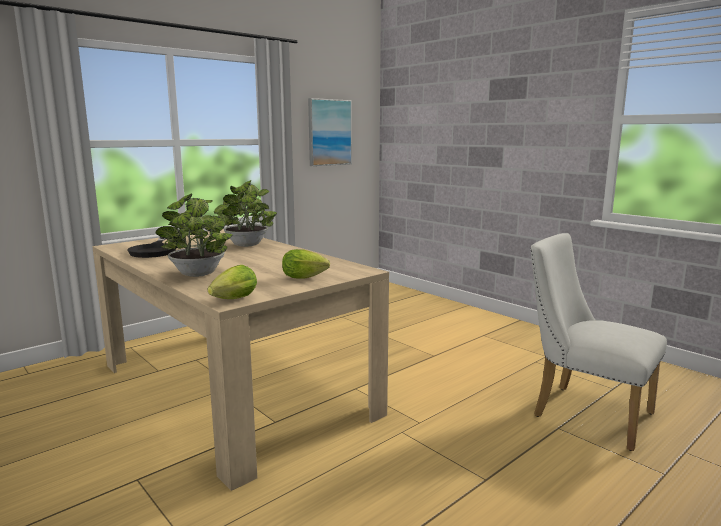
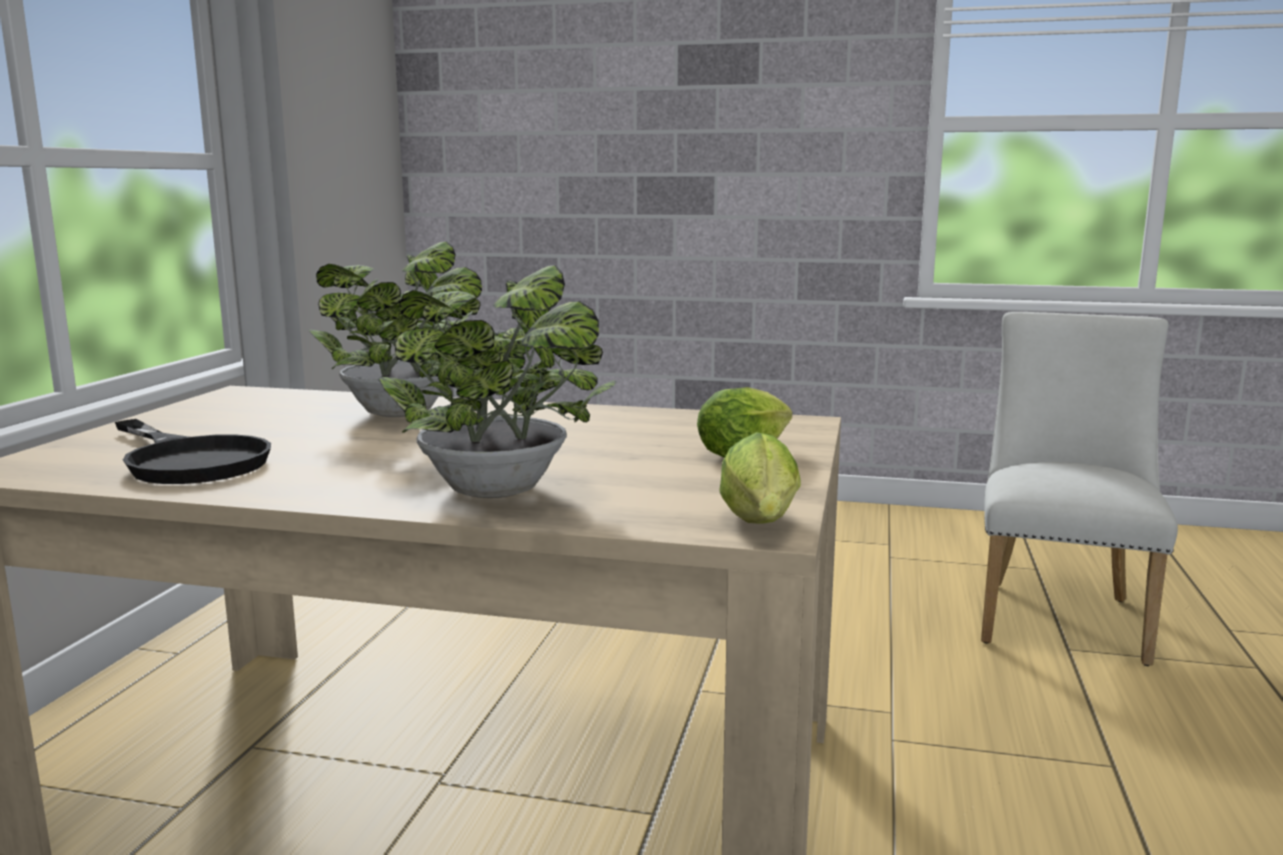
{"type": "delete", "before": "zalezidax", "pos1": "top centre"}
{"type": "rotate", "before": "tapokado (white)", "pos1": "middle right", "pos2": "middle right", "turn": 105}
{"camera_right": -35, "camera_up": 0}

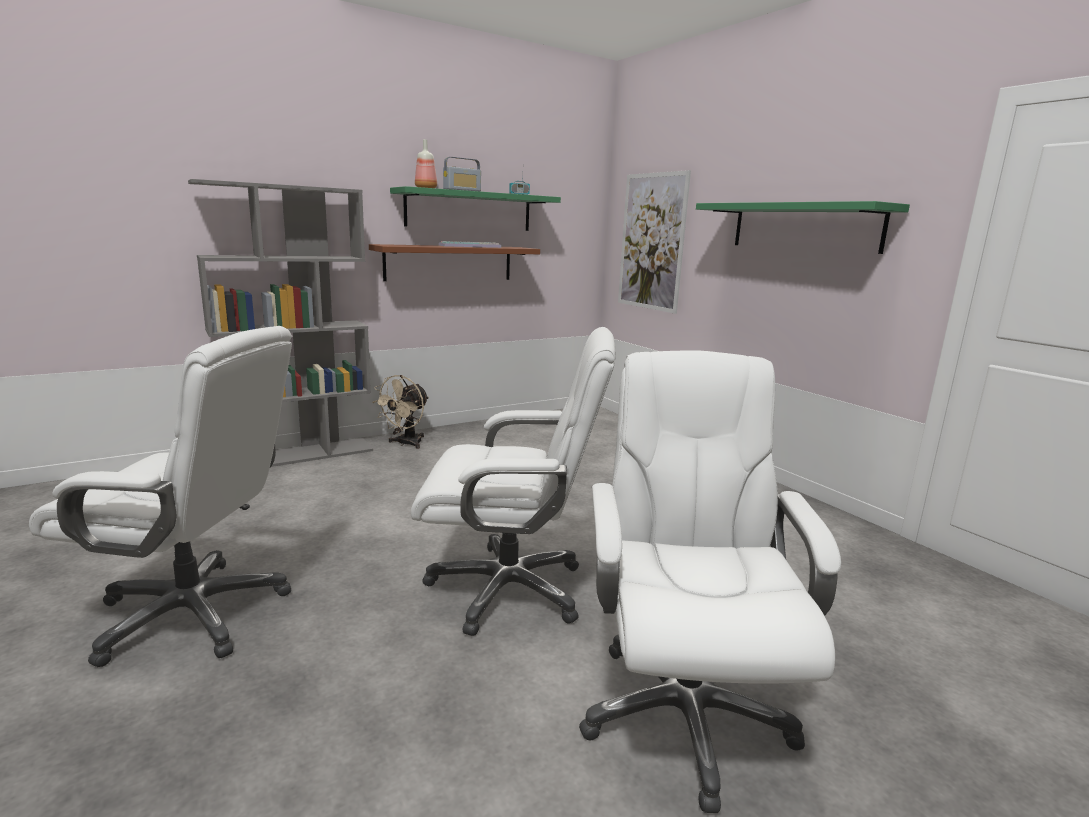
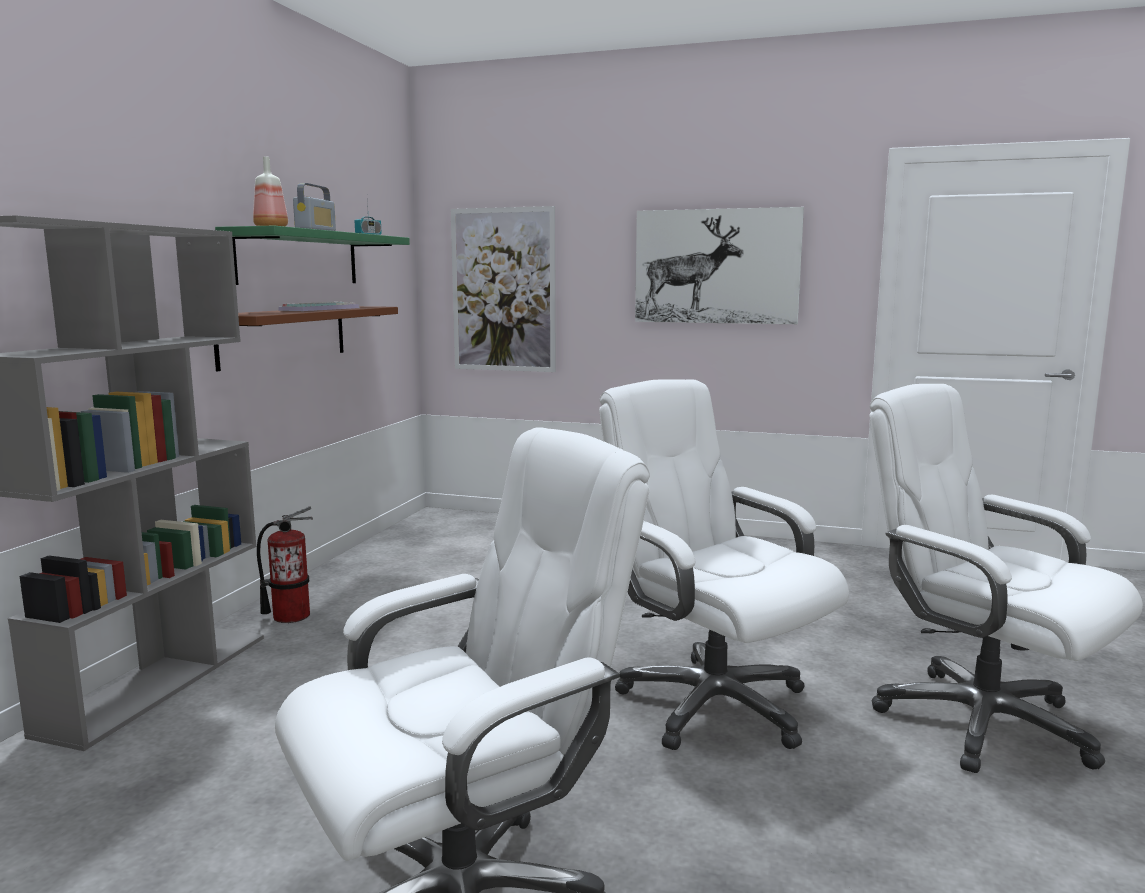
{"type": "replace", "before": "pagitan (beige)", "after": "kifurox", "pos1": "centre", "pos2": "middle left"}
{"type": "replace", "before": "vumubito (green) (2nd from left)", "after": "zalezidax (2nd from left)", "pos1": "top right", "pos2": "top centre"}
{"type": "rotate", "before": "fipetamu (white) (2nd from left)", "pos1": "centre", "pos2": "centre", "turn": -90}
{"camera_right": -40, "camera_up": -5}

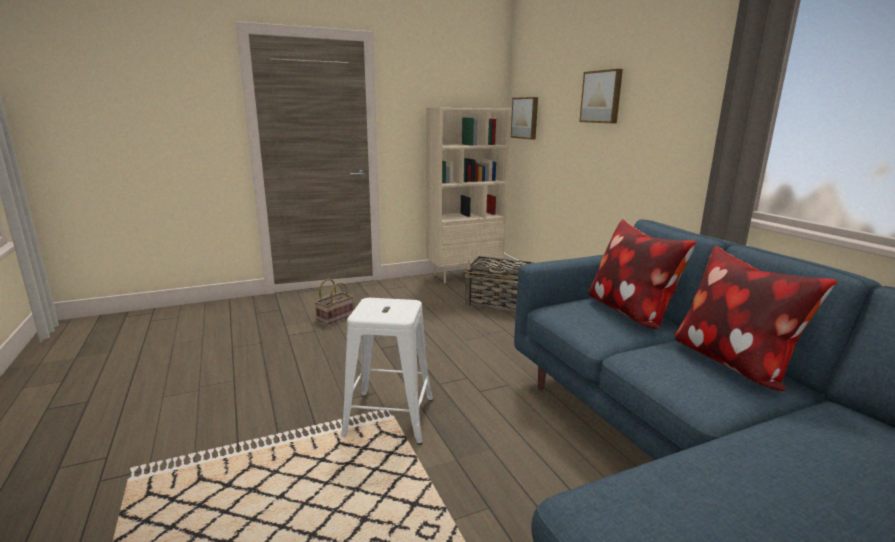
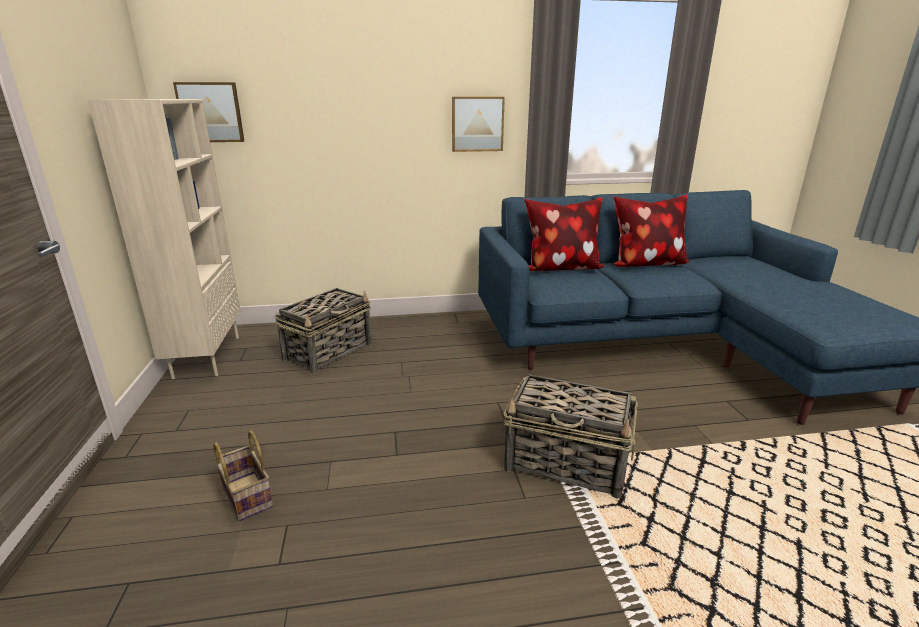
{"type": "move", "before": "zalezidax (2nd from left)", "pos1": "top right", "pos2": "top centre"}
{"type": "replace", "before": "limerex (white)", "after": "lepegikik (3rd from left)", "pos1": "bottom centre", "pos2": "bottom centre"}
{"camera_right": -75, "camera_up": 5}

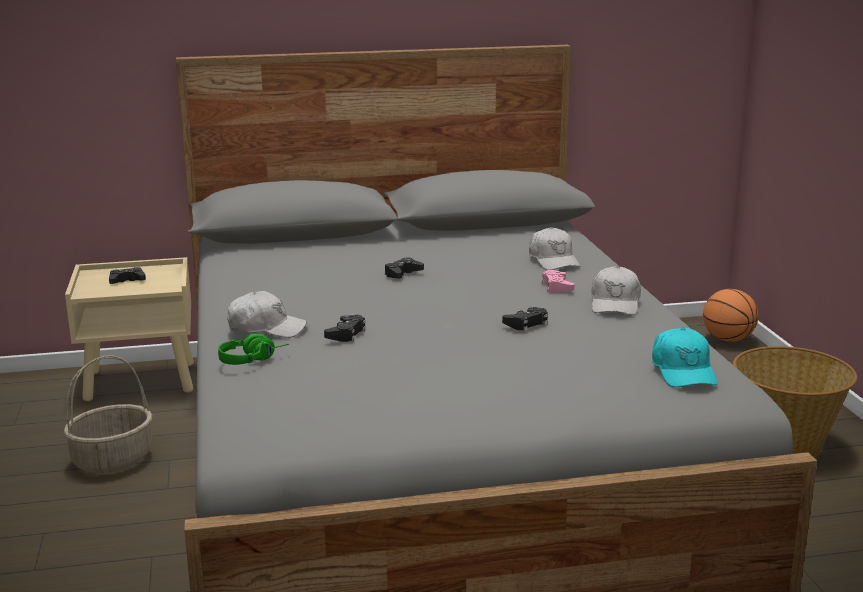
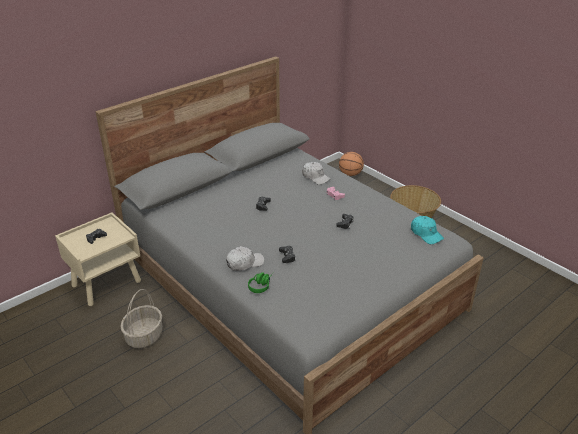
{"type": "delete", "before": "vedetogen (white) (3rd from left)", "pos1": "middle right"}
{"camera_right": -30, "camera_up": 15}

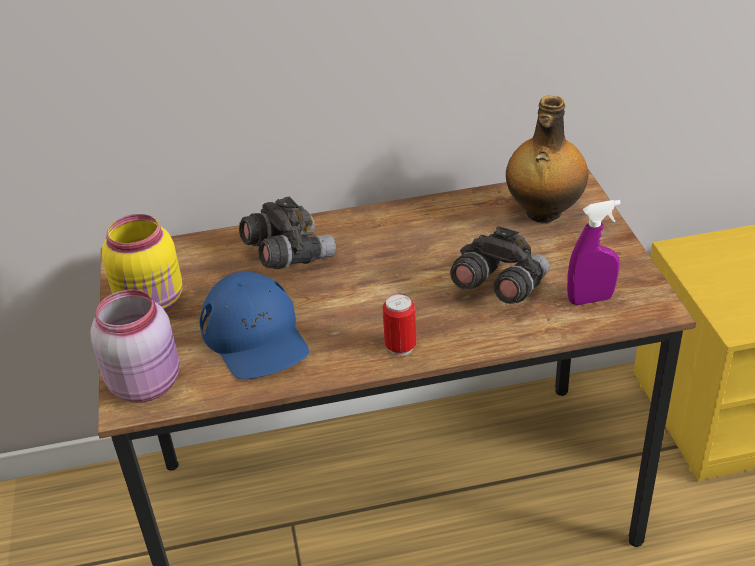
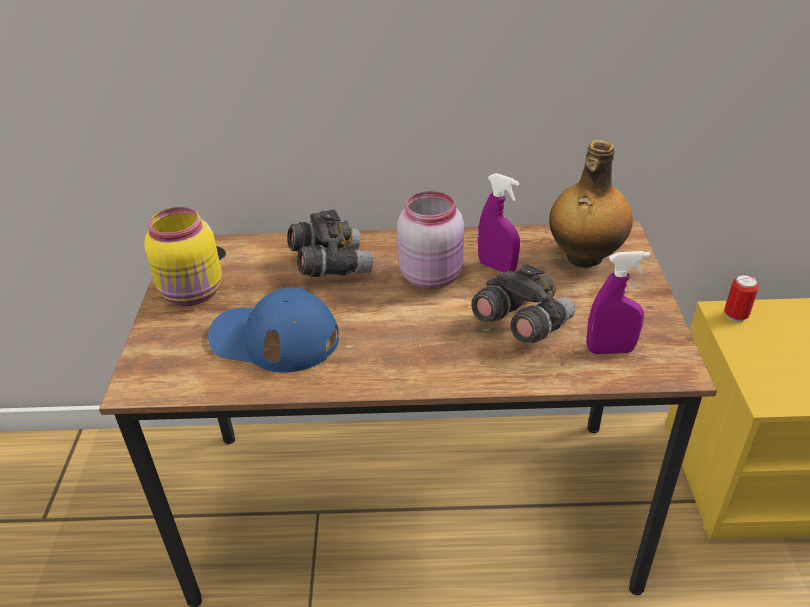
{"type": "insert", "after": "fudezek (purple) (1st from left)", "pos2": "centre"}
{"type": "move", "before": "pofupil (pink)", "pos1": "middle left", "pos2": "centre"}
{"type": "move", "before": "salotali", "pos1": "centre", "pos2": "middle right"}
{"type": "rotate", "before": "vedetogen (blue)", "pos1": "centre", "pos2": "centre", "turn": 120}
{"camera_right": 10, "camera_up": 0}

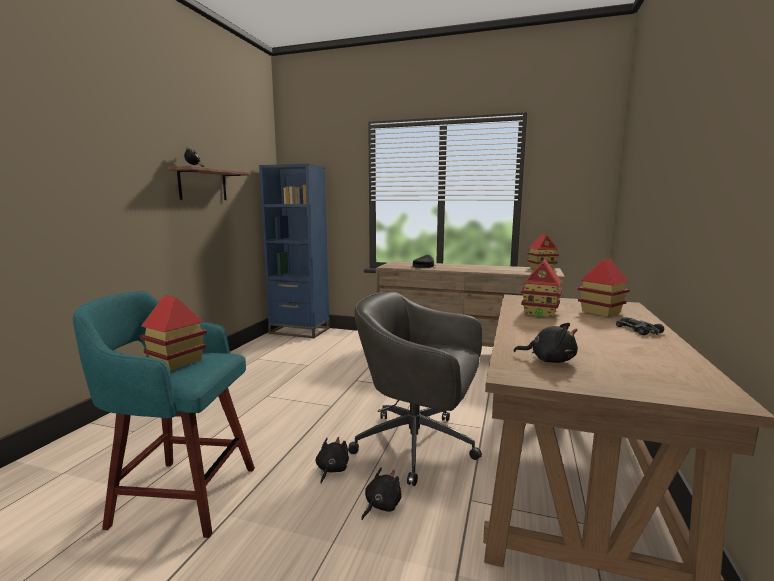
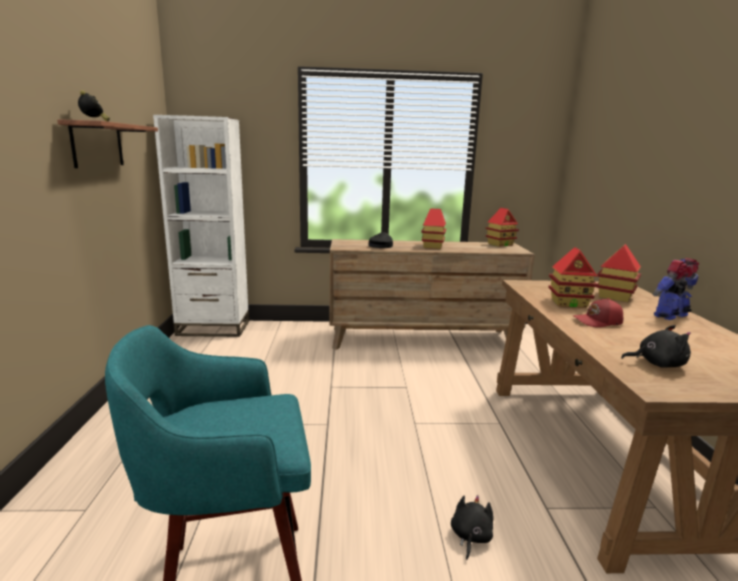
{"type": "delete", "before": "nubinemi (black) (1st from left)", "pos1": "bottom centre"}
{"type": "delete", "before": "fipetamu (grey)", "pos1": "bottom centre"}
{"type": "insert", "after": "vedetogen (red)", "pos2": "middle right"}
{"type": "move", "before": "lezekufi (1st from left)", "pos1": "middle left", "pos2": "centre"}
{"type": "replace", "before": "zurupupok", "after": "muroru", "pos1": "middle right", "pos2": "middle right"}
{"type": "recolor", "before": "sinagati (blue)", "after": "sinagati (white)", "pos1": "centre", "pos2": "middle left"}
{"camera_right": -20, "camera_up": 5}

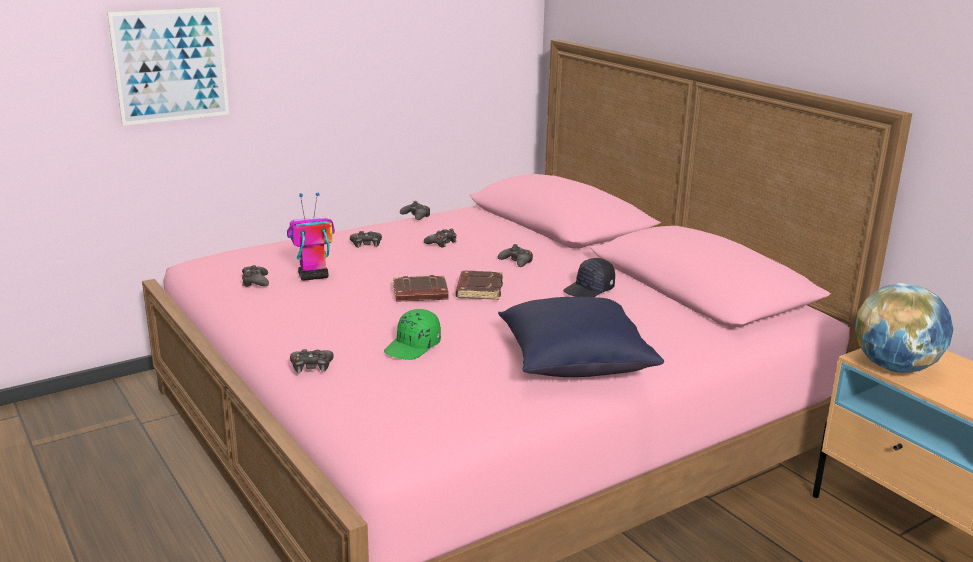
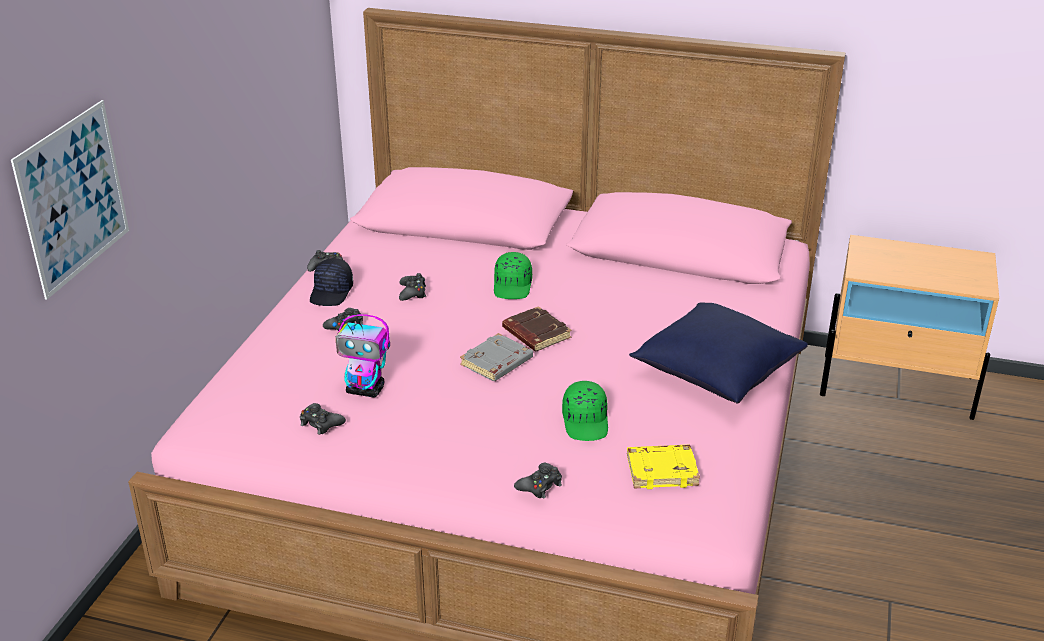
{"type": "delete", "before": "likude", "pos1": "middle right"}
{"type": "insert", "after": "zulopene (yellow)", "pos2": "bottom centre"}
{"type": "move", "before": "vedetogen (black)", "pos1": "centre", "pos2": "middle left"}
{"type": "replace", "before": "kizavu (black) (6th from left)", "after": "vedetogen (green) (1st from left)", "pos1": "centre", "pos2": "centre"}
{"type": "recolor", "before": "zulopene (brown) (1st from left)", "after": "zulopene (grey)", "pos1": "centre", "pos2": "centre"}
{"type": "rotate", "before": "muroru", "pos1": "middle left", "pos2": "centre", "turn": -105}
{"camera_right": -40, "camera_up": 10}

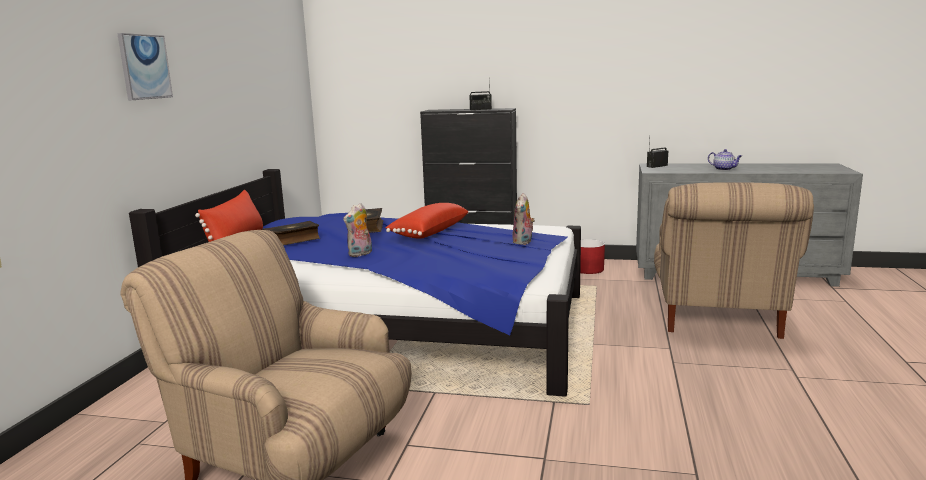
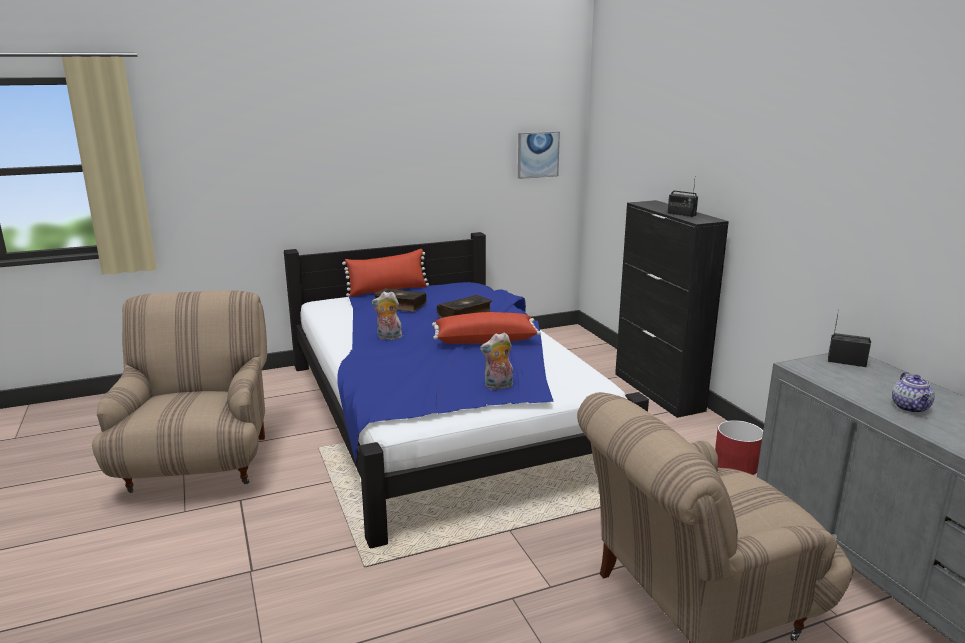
{"type": "move", "before": "zalezidax", "pos1": "top left", "pos2": "top centre"}
{"camera_right": 55, "camera_up": 5}

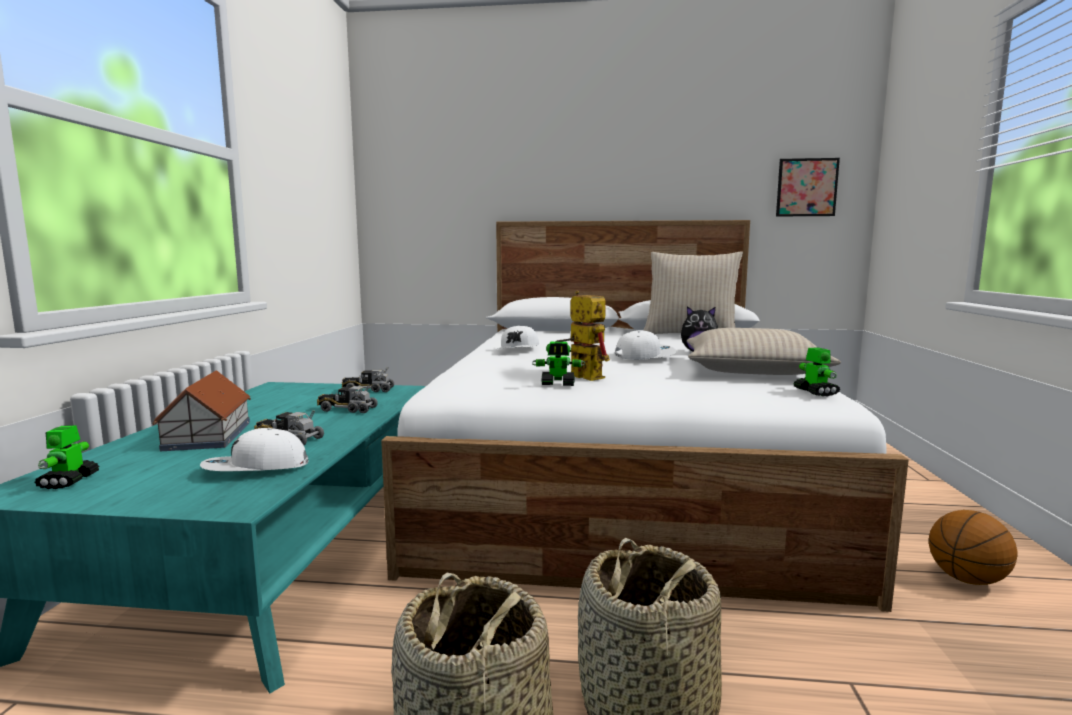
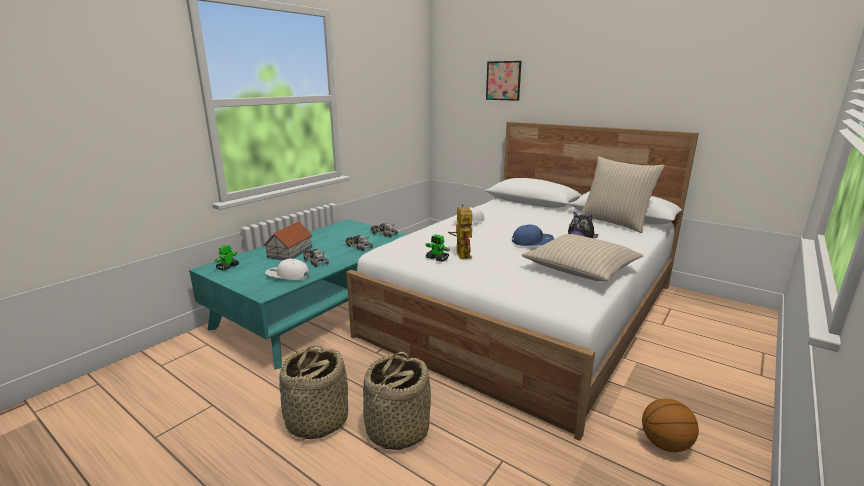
{"type": "delete", "before": "muroru (4th from left)", "pos1": "middle right"}
{"type": "move", "before": "zalezidax", "pos1": "top right", "pos2": "top centre"}
{"type": "recolor", "before": "vedetogen (white) (3rd from left)", "after": "vedetogen (blue)", "pos1": "centre", "pos2": "centre"}
{"camera_right": 30, "camera_up": 10}

